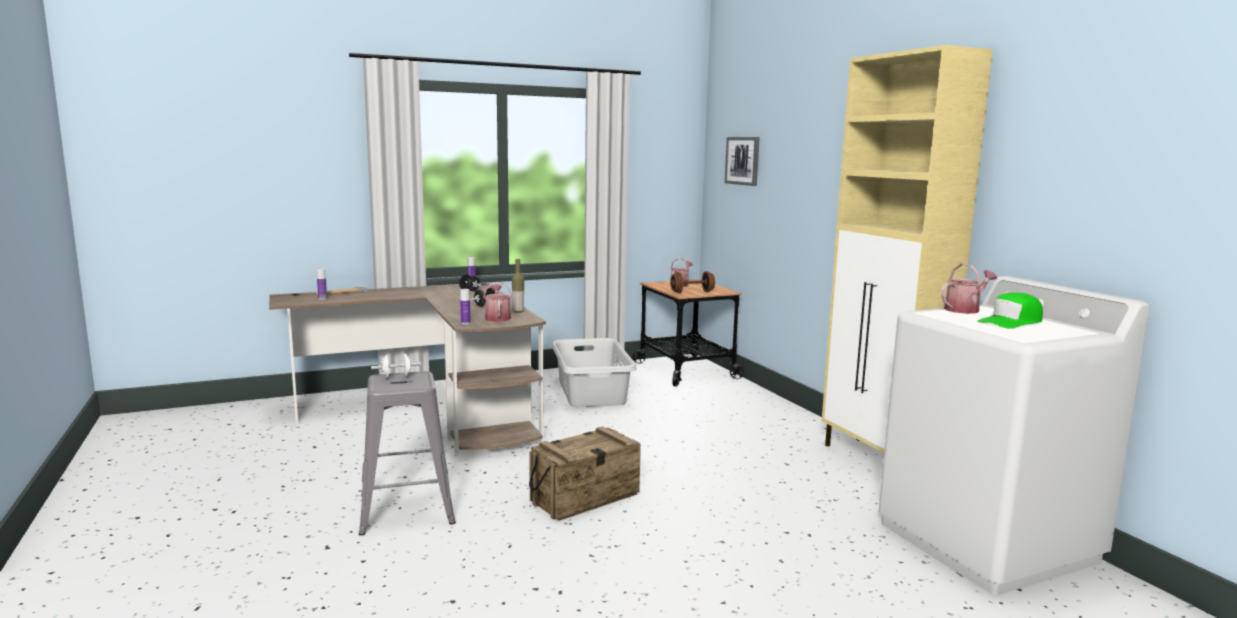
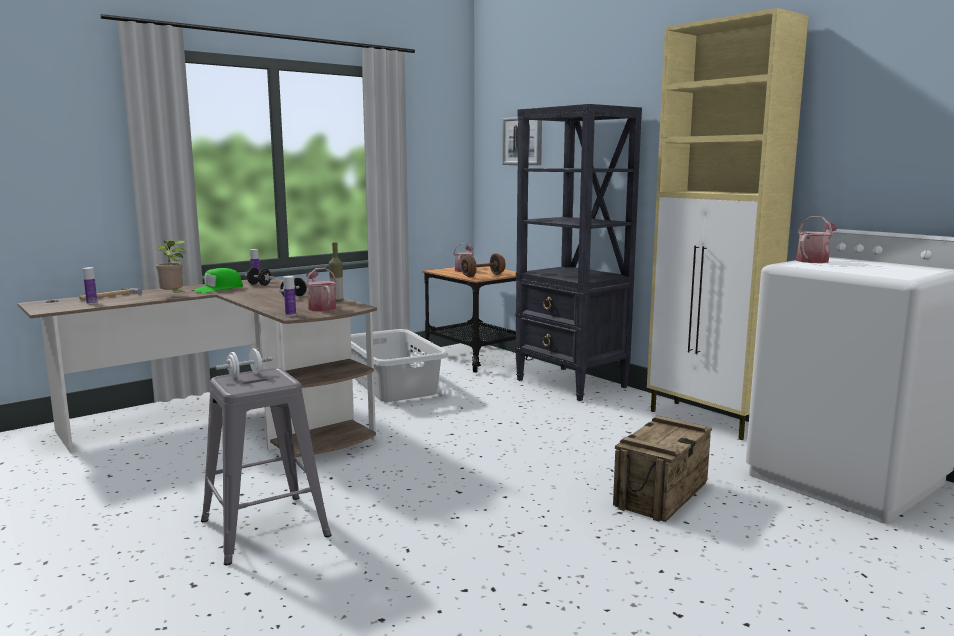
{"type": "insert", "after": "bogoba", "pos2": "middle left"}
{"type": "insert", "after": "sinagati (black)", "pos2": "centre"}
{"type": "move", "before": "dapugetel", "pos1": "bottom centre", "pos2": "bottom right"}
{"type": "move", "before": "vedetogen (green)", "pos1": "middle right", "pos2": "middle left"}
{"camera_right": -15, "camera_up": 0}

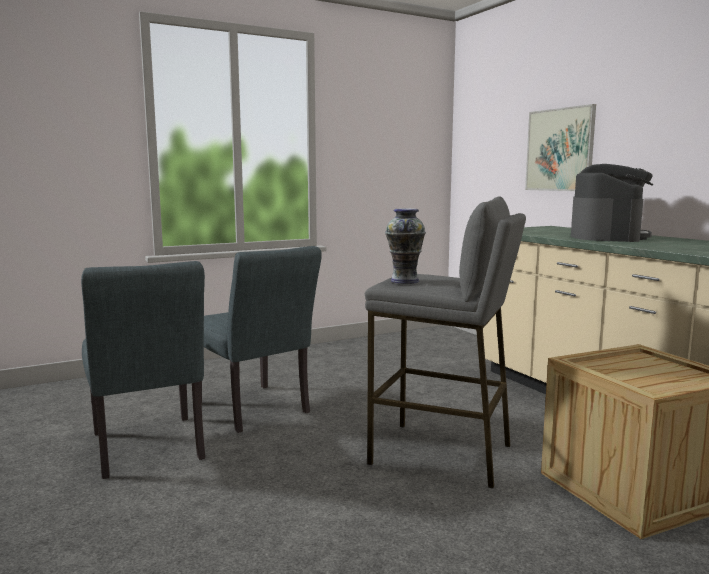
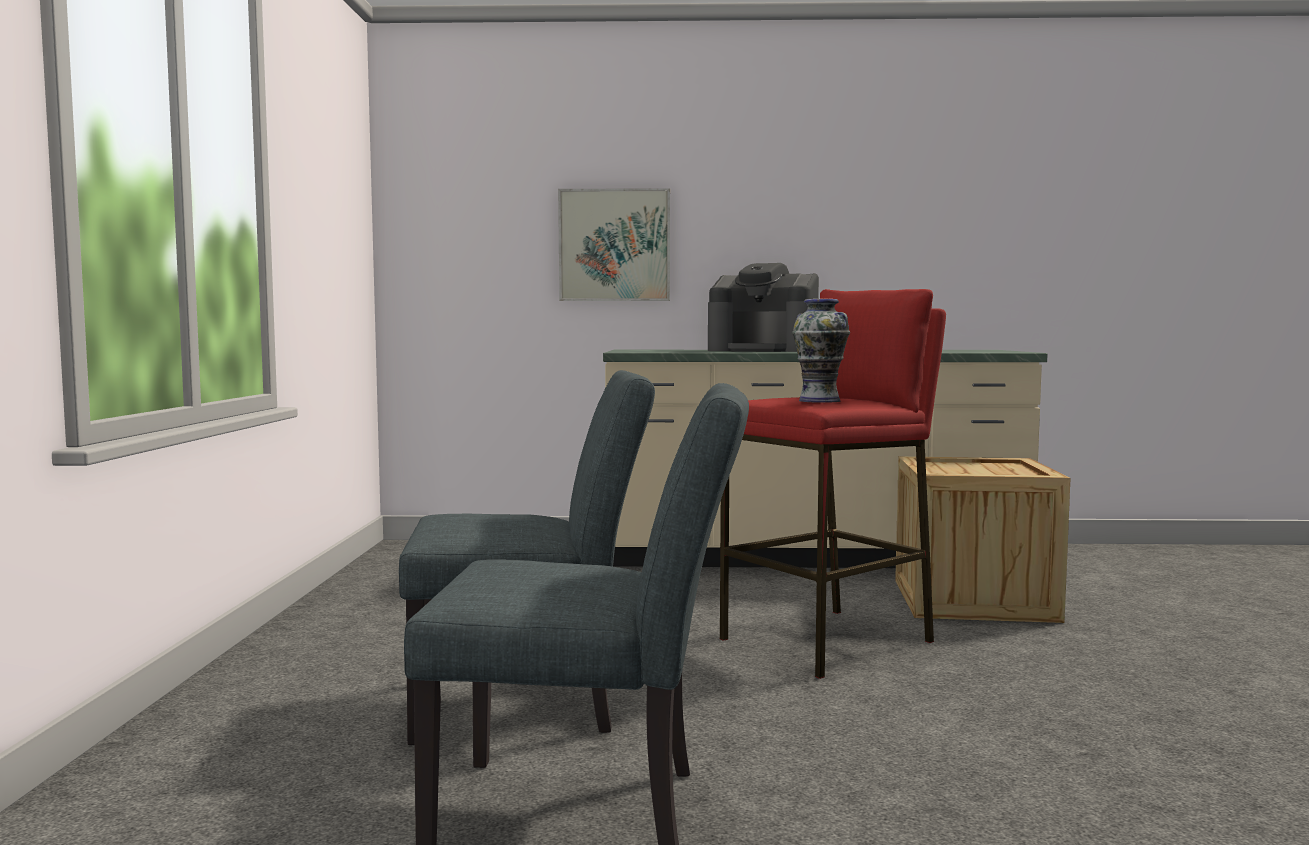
{"type": "recolor", "before": "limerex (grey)", "after": "limerex (red)", "pos1": "centre", "pos2": "centre"}
{"type": "rotate", "before": "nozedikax", "pos1": "middle right", "pos2": "centre", "turn": 150}
{"camera_right": -60, "camera_up": -5}

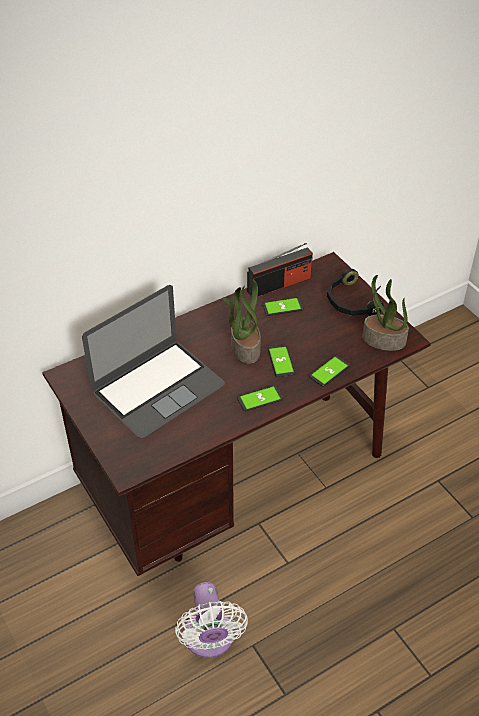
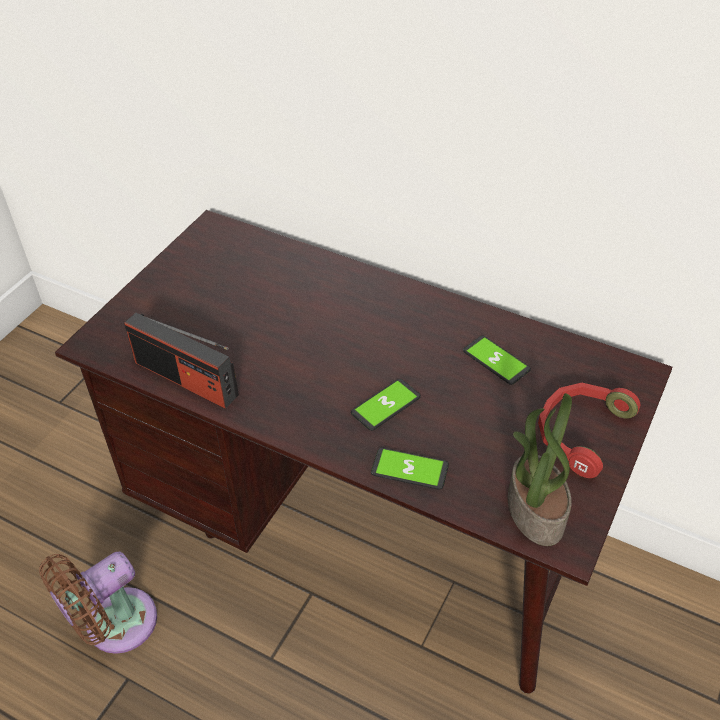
{"type": "delete", "before": "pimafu", "pos1": "middle left"}
{"type": "delete", "before": "bogoba (1st from left)", "pos1": "centre"}
{"type": "delete", "before": "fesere (1st from left)", "pos1": "centre"}
{"type": "move", "before": "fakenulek", "pos1": "centre", "pos2": "middle left"}
{"type": "recolor", "before": "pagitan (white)", "after": "pagitan (brown)", "pos1": "bottom centre", "pos2": "bottom left"}
{"type": "recolor", "before": "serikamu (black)", "after": "serikamu (red)", "pos1": "middle right", "pos2": "middle right"}
{"camera_right": 60, "camera_up": 0}

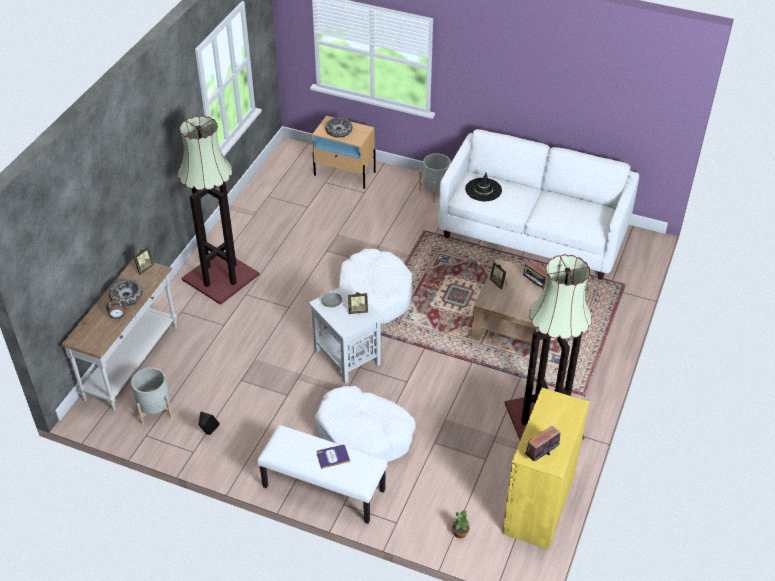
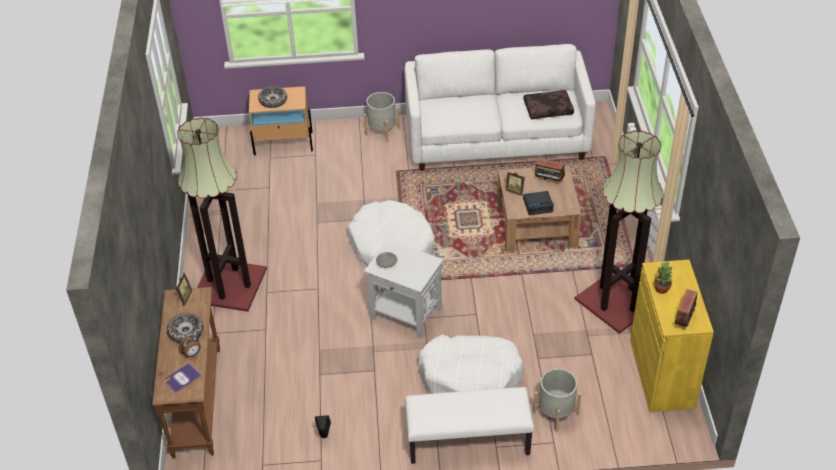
{"type": "delete", "before": "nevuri (2nd from left)", "pos1": "centre"}
{"type": "delete", "before": "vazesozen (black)", "pos1": "top centre"}
{"type": "insert", "after": "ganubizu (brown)", "pos2": "top centre"}
{"type": "insert", "after": "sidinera (2nd from left)", "pos2": "centre"}
{"type": "move", "before": "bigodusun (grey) (1st from left in the first image)", "after": "bigodusun (grey) (2nd from left)", "pos1": "bottom left", "pos2": "bottom centre"}
{"type": "move", "before": "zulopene", "pos1": "bottom centre", "pos2": "bottom left"}
{"type": "move", "before": "bogoba", "pos1": "bottom centre", "pos2": "middle right"}
{"type": "recolor", "before": "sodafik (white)", "after": "sodafik (brown)", "pos1": "middle left", "pos2": "bottom left"}
{"camera_right": -25, "camera_up": 0}

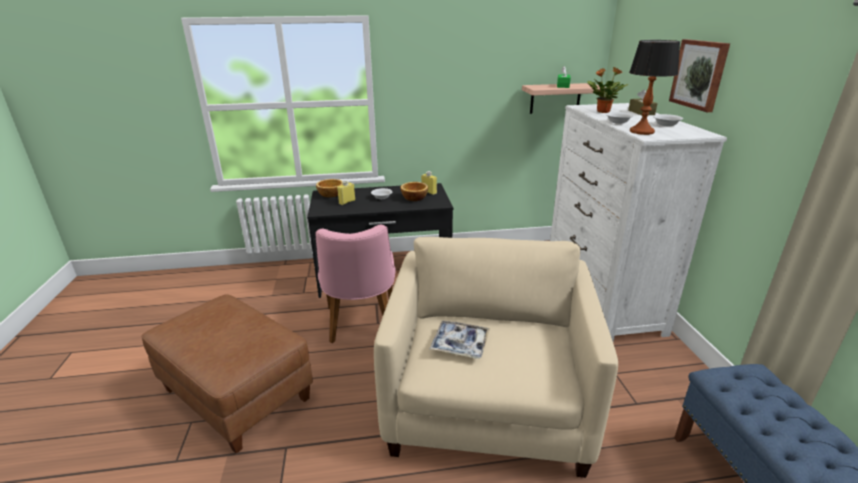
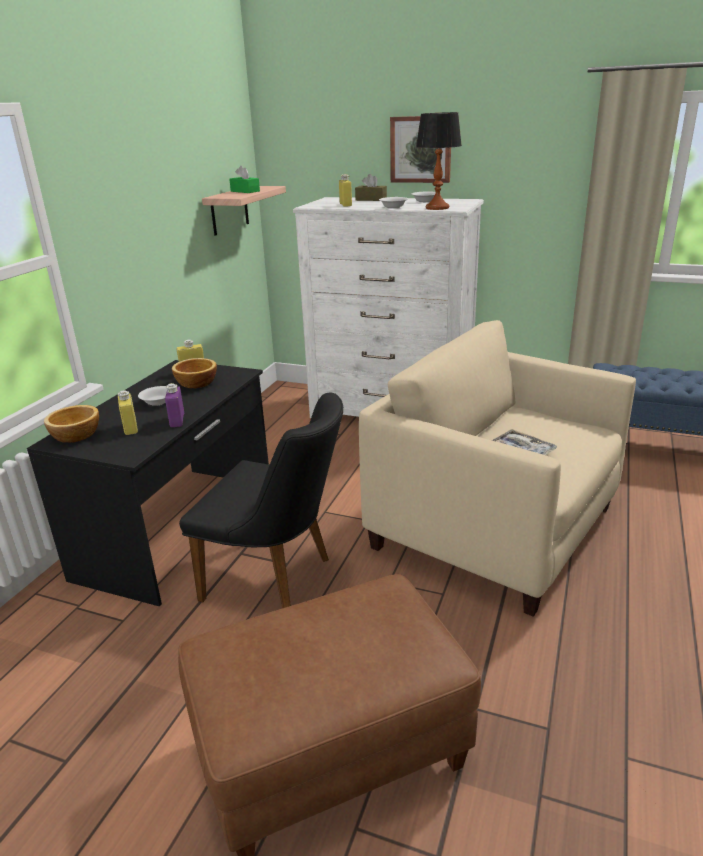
{"type": "insert", "after": "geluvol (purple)", "pos2": "middle left"}
{"type": "replace", "before": "bogoba", "after": "geluvol (yellow) (3rd from left)", "pos1": "top right", "pos2": "top centre"}
{"type": "recolor", "before": "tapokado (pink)", "after": "tapokado (black)", "pos1": "centre", "pos2": "centre"}
{"camera_right": -60, "camera_up": 0}

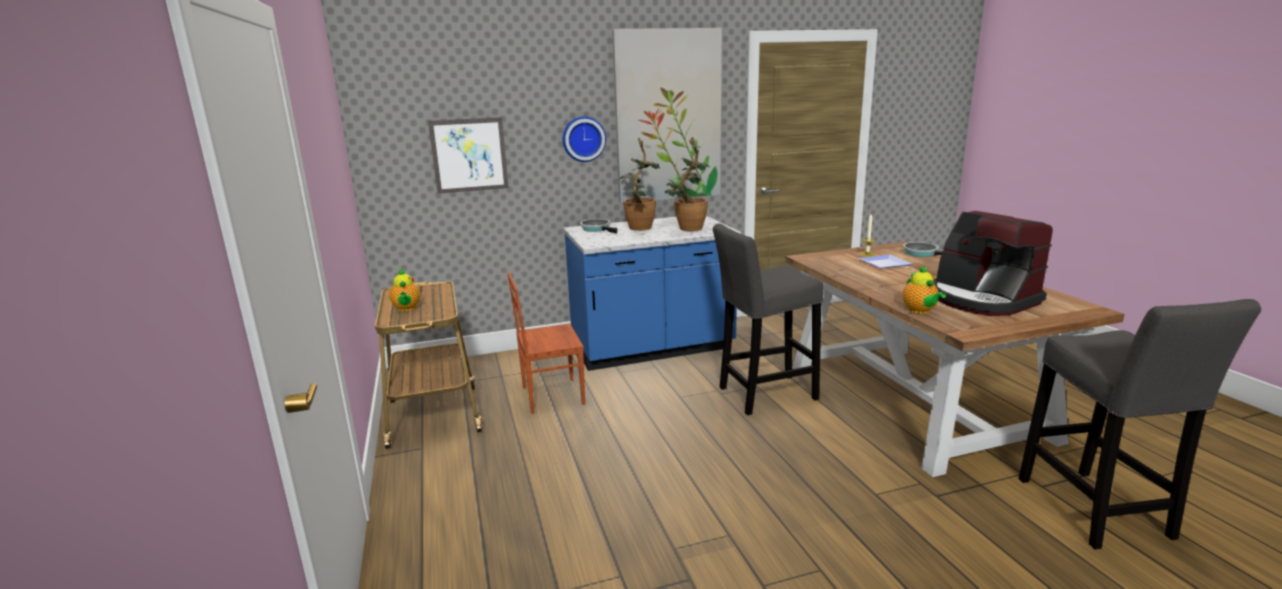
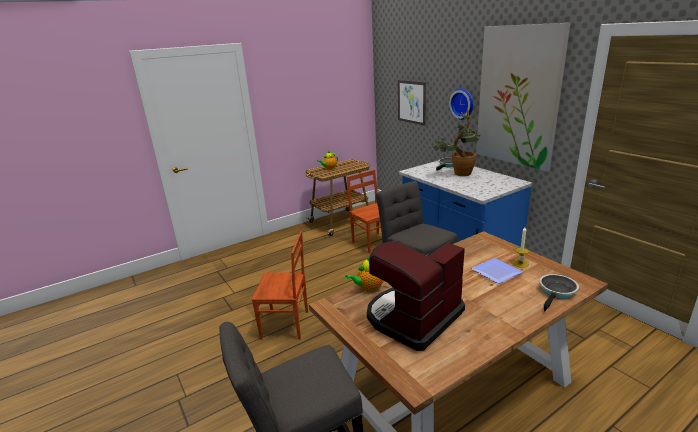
{"type": "delete", "before": "bogoba (2nd from left)", "pos1": "top centre"}
{"type": "insert", "after": "tapokado (brown) (1st from left)", "pos2": "centre"}
{"camera_right": 75, "camera_up": 5}

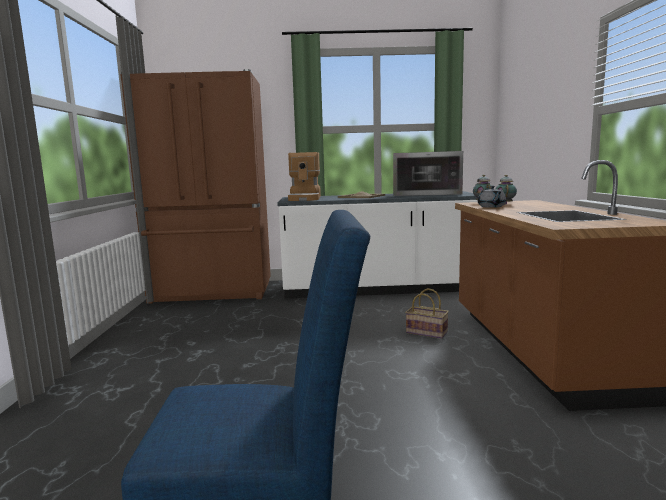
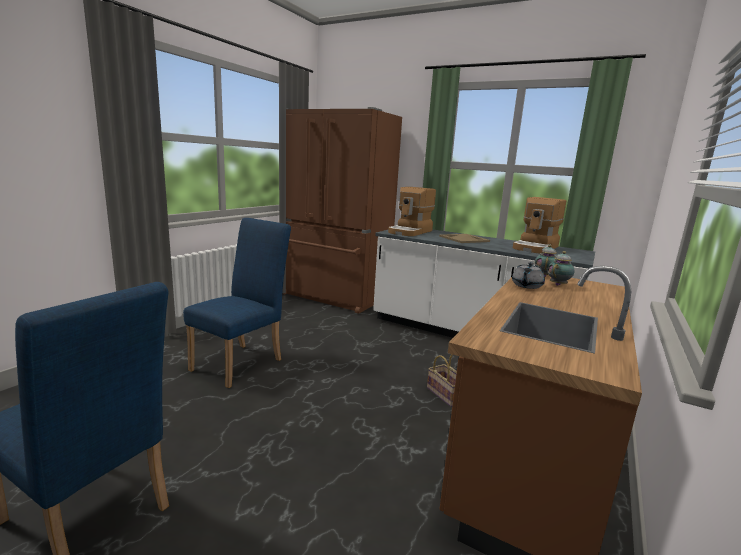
{"type": "insert", "after": "tapokado (blue) (2nd from left)", "pos2": "middle left"}
{"type": "replace", "before": "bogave", "after": "nozedikax (2nd from left)", "pos1": "centre", "pos2": "middle right"}
{"camera_right": 30, "camera_up": 5}

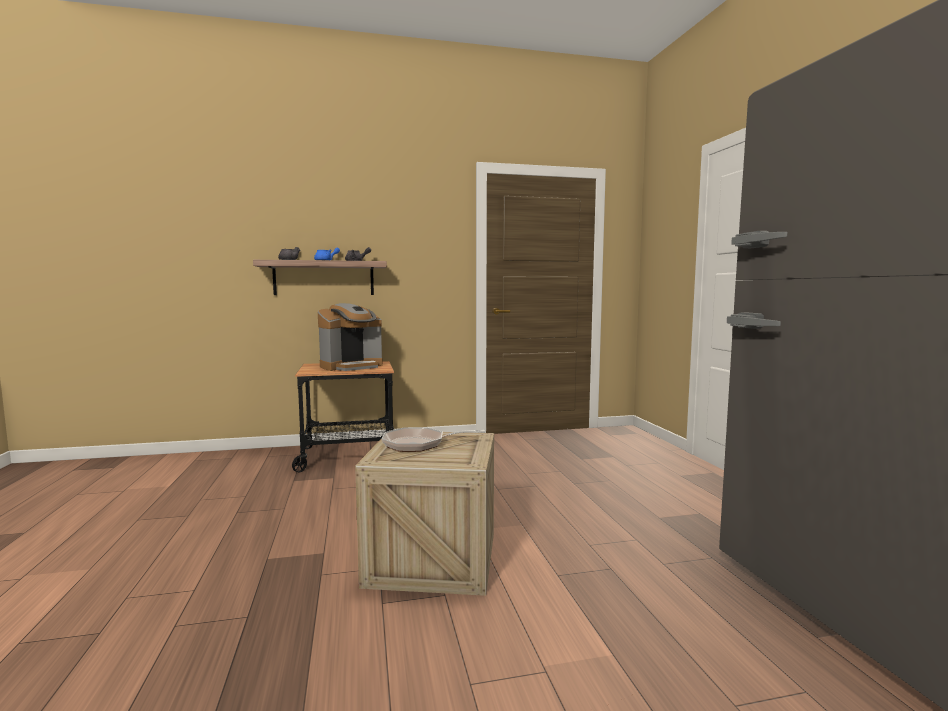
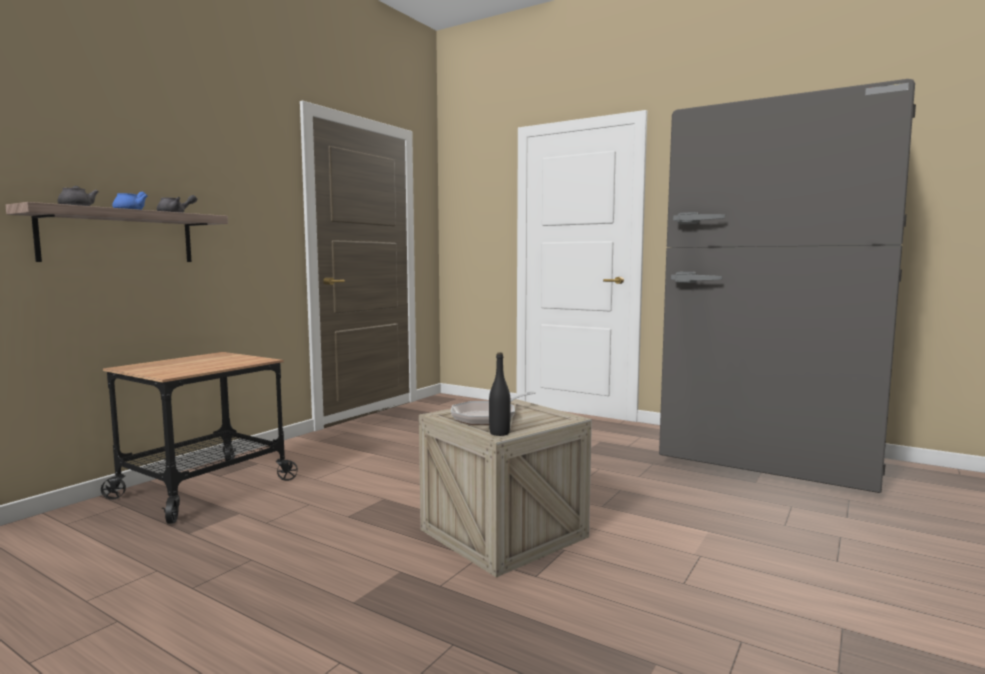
{"type": "delete", "before": "nozedikax", "pos1": "centre"}
{"type": "insert", "after": "geluvol (black)", "pos2": "centre"}
{"camera_right": -45, "camera_up": 0}

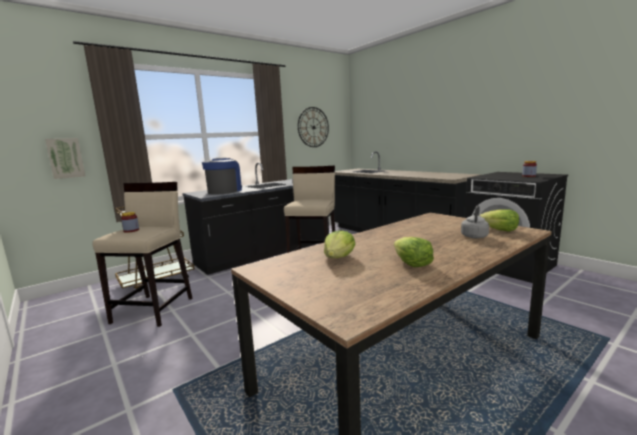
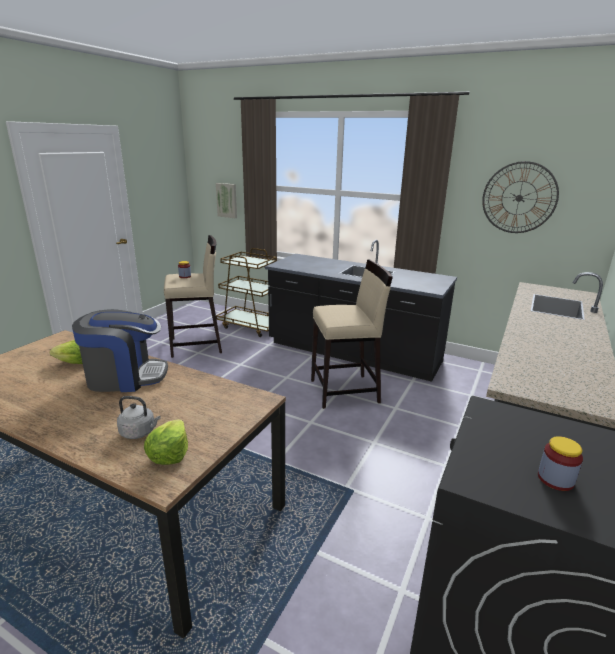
{"type": "delete", "before": "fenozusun (2nd from left)", "pos1": "centre"}
{"type": "move", "before": "nozedikax", "pos1": "centre", "pos2": "middle left"}
{"camera_right": 65, "camera_up": 10}

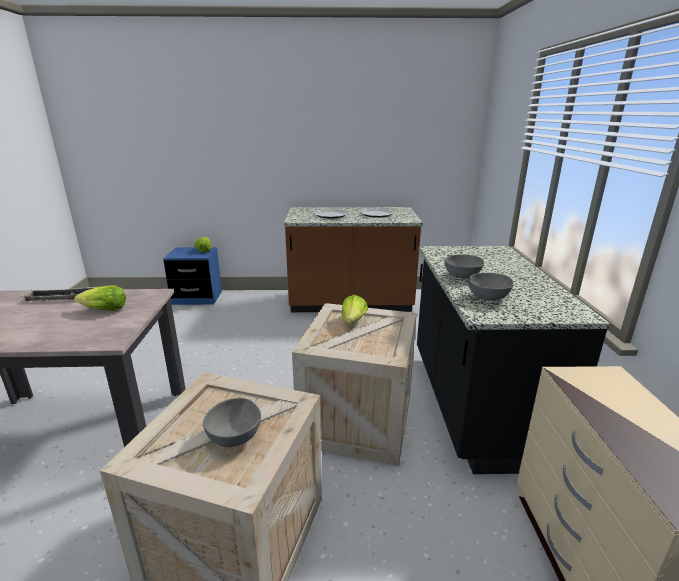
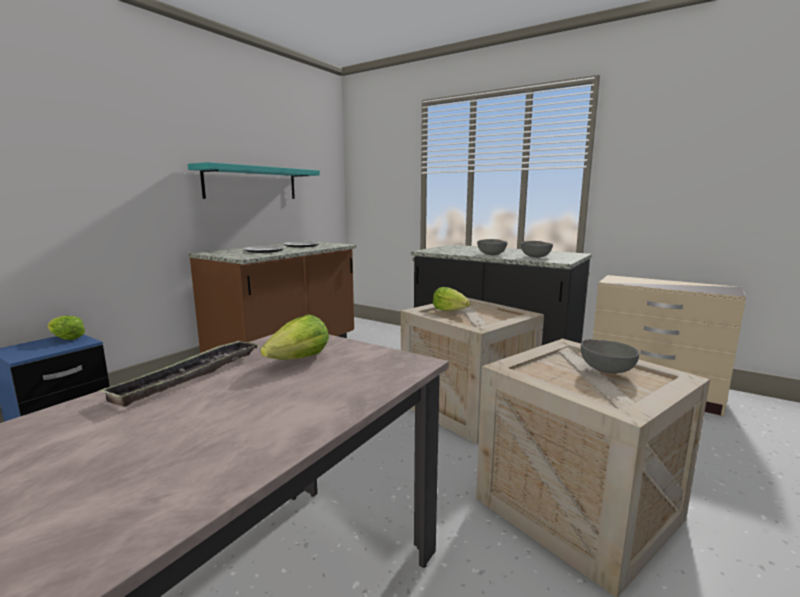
{"type": "insert", "after": "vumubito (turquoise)", "pos2": "top left"}
{"camera_right": -55, "camera_up": -10}

